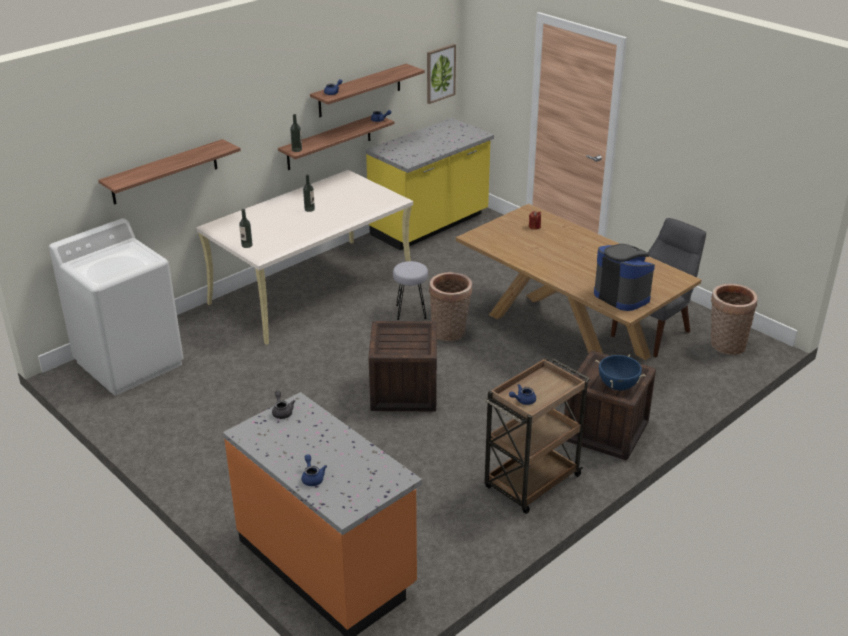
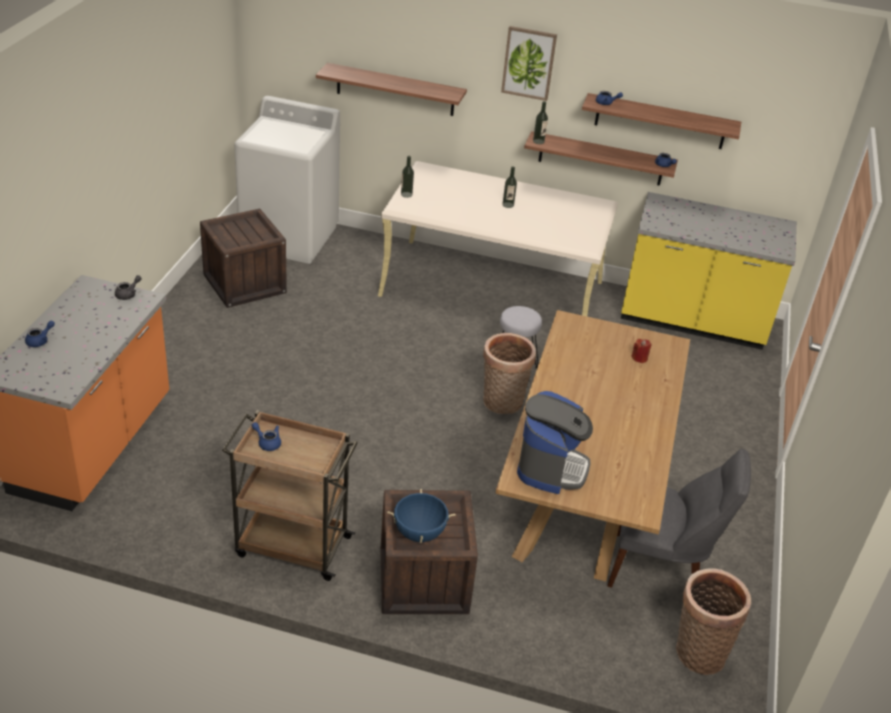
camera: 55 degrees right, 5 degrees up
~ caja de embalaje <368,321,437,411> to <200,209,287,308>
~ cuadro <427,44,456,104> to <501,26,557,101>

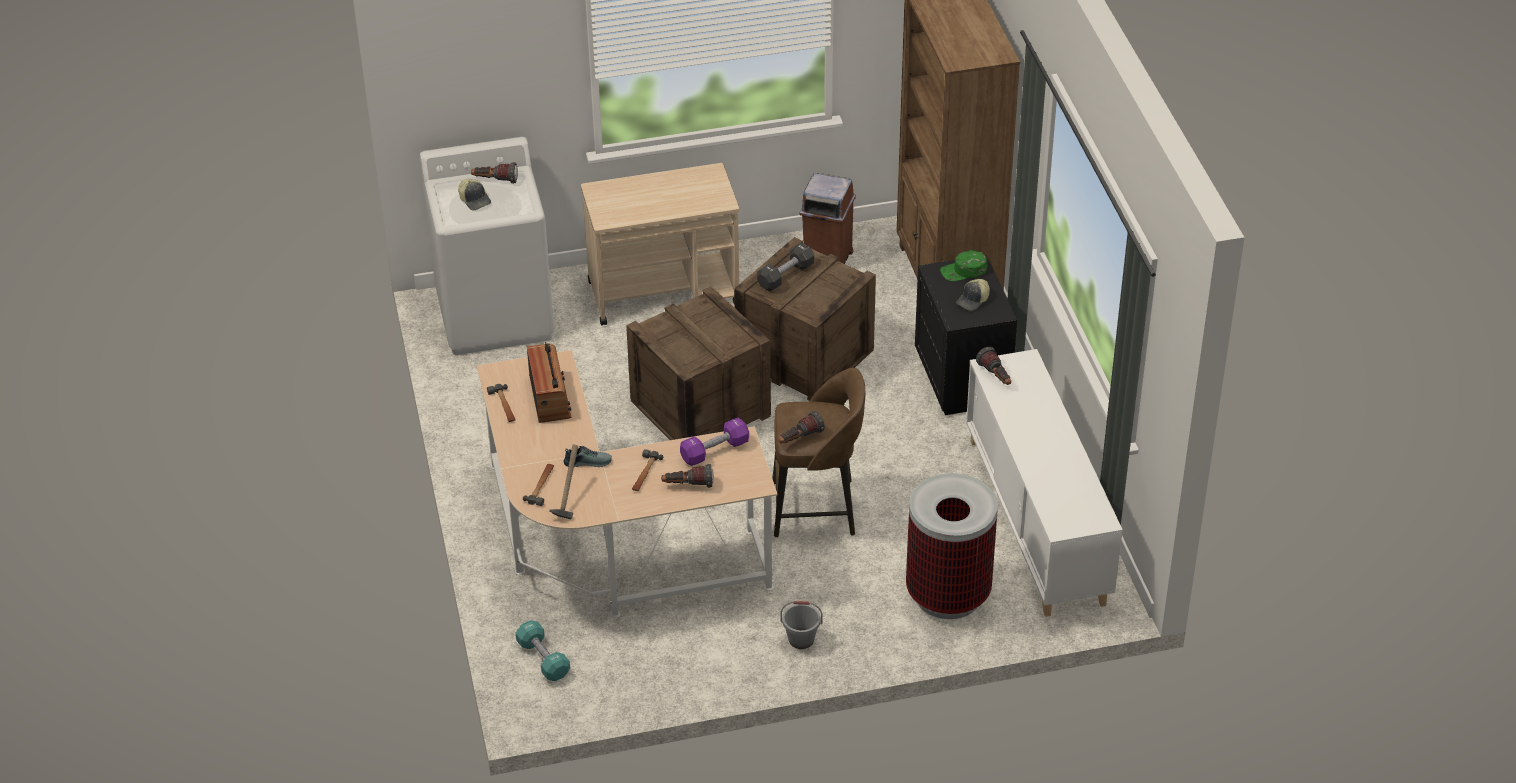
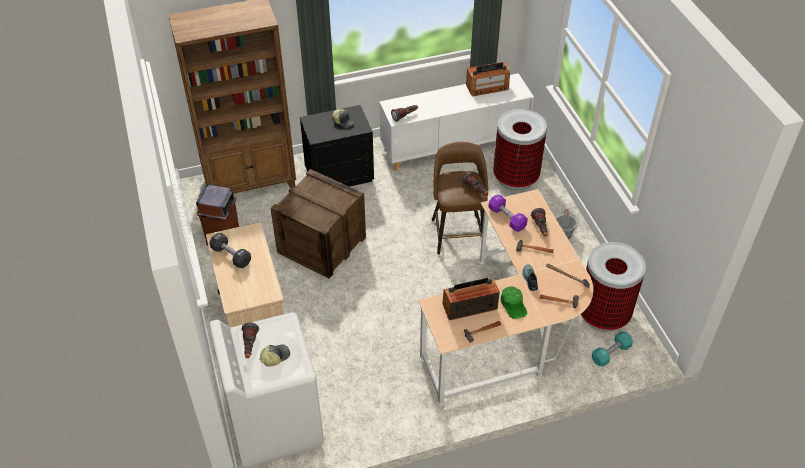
camera: 95 degrees left, 5 degrees up
~ mancuerna/negro <757,243,814,292> to <209,233,251,268>
+ radio <466,62,510,96>
~ gorra/verde <940,250,987,281> to <501,286,527,319>
+ papelera <581,242,646,332>
- caja de embalaje <626,286,771,440>

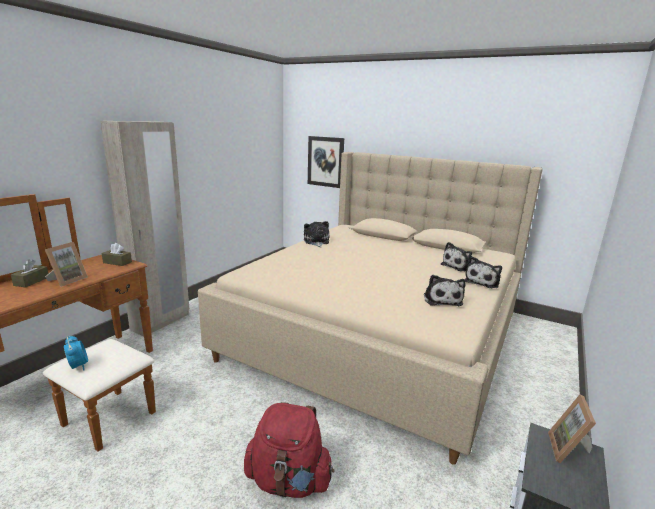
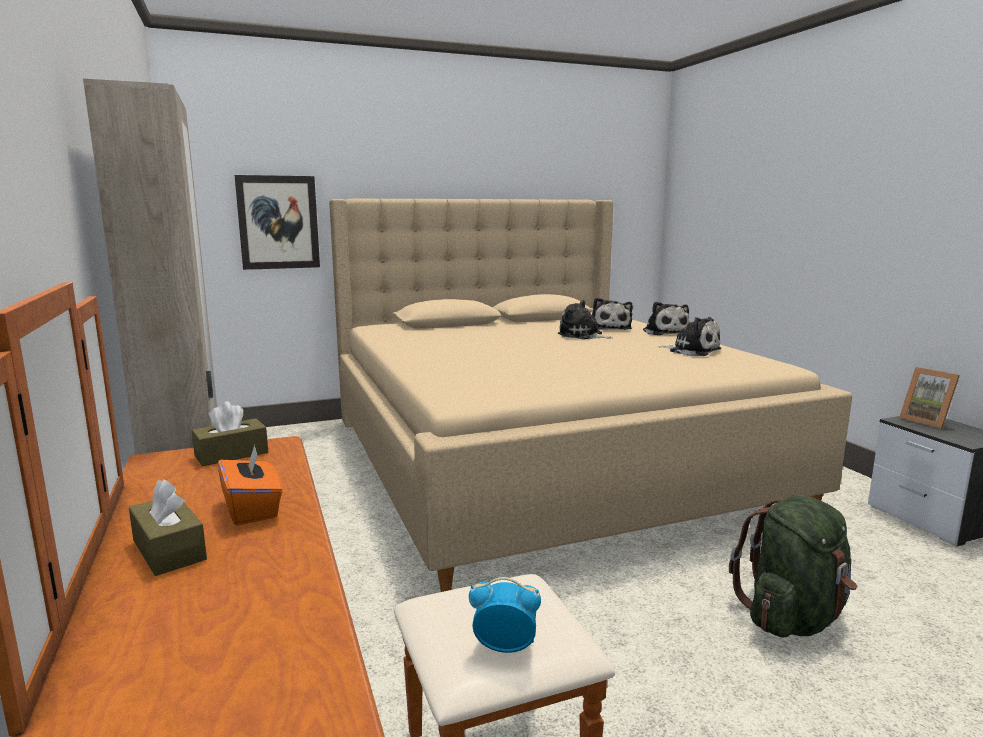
camera: 50 degrees left, 5 degrees down
~ portarretratos <45,242,88,287> to caja de pañuelos/naranja <218,444,283,526>
~ peluche <304,221,330,248> to <558,300,613,339>
~ mochila/rojo <244,402,334,498> to mochila/verde <729,495,857,637>

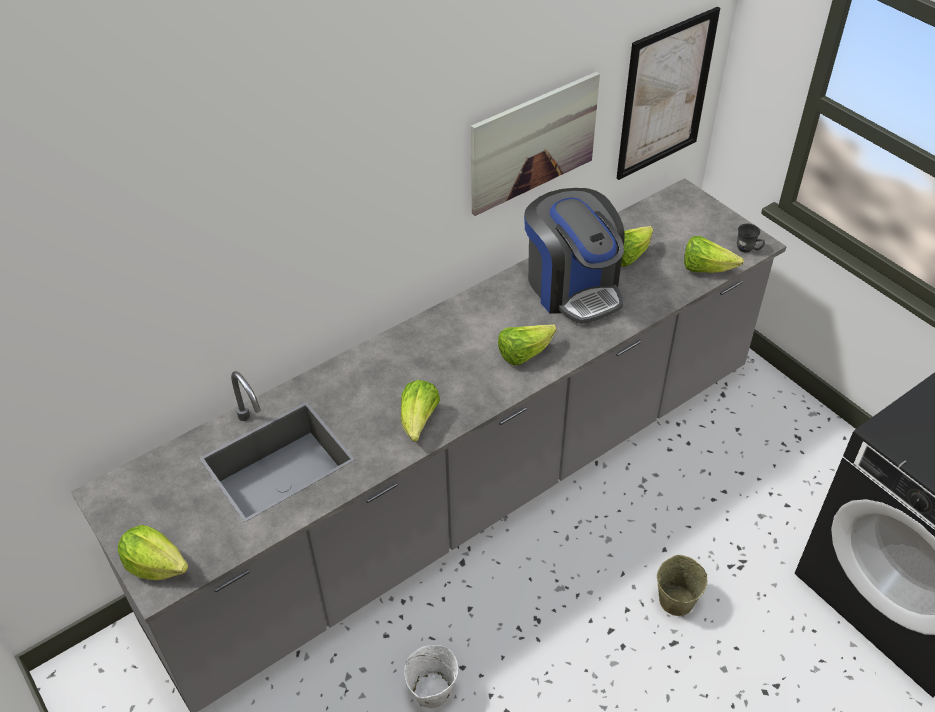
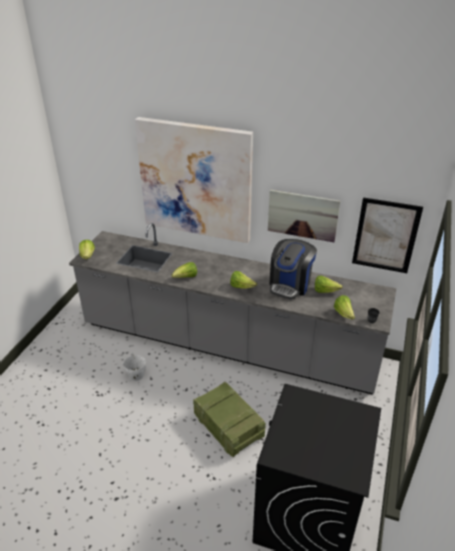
camera: 55 degrees right, 10 degrees down
+ cuadro <135,117,253,243>
~ cubo/beis <657,555,708,616> to caja de embalaje <193,382,266,457>

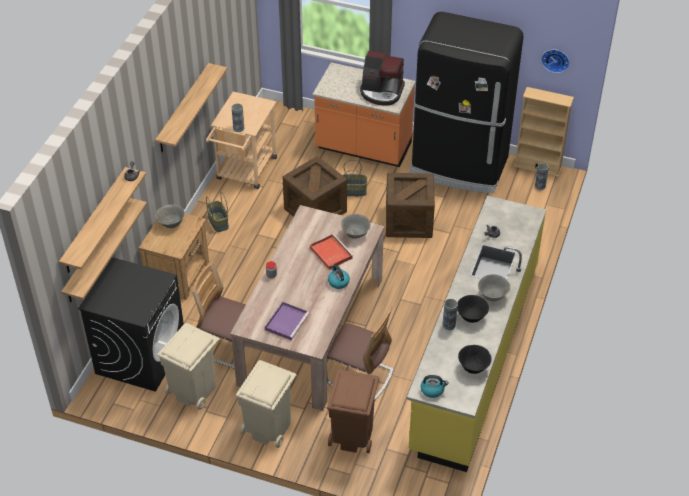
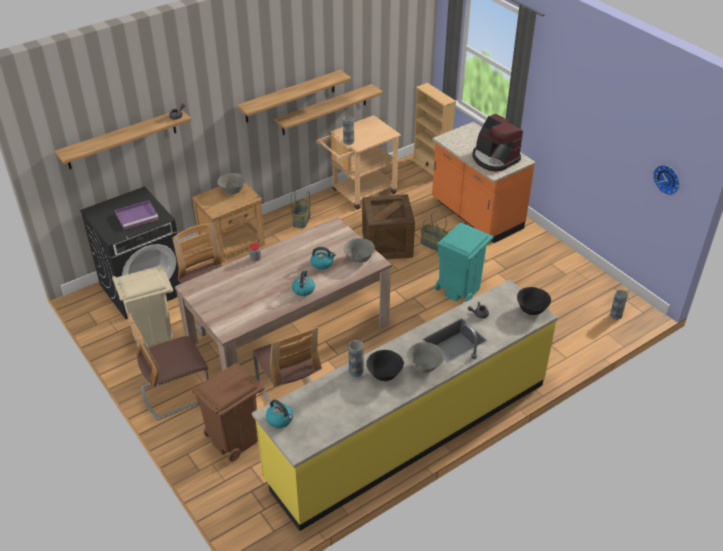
camera: 35 degrees right, 5 degrees down
~ bandeja/morado <265,302,309,340> to <115,200,159,230>
~ papelera/beis <236,360,297,448> to silla <127,313,209,420>
~ estante <61,198,147,302> to <274,84,383,135>
~ bandeja/rojo <310,234,354,270> to hervidor <310,247,336,270>
~ estantería/beis <514,87,574,177> to <413,83,456,175>
~ caja de embalaje <386,173,435,238> to papelera/turquesa <435,223,493,302>
~ cuenco/negro <458,345,491,374> to <517,287,551,315>
- nevera/negro <409,12,524,193>

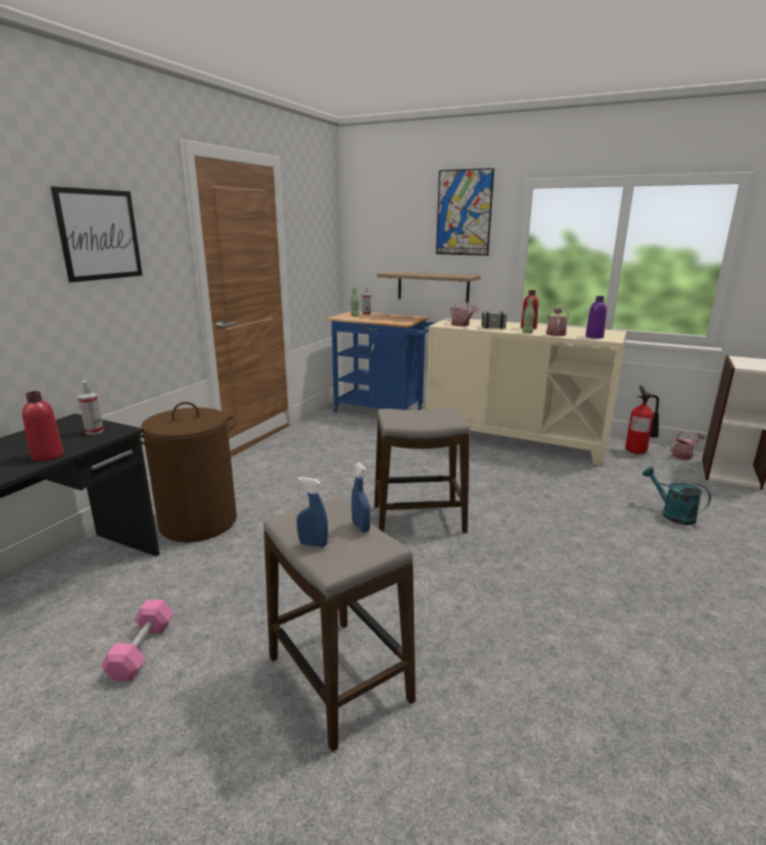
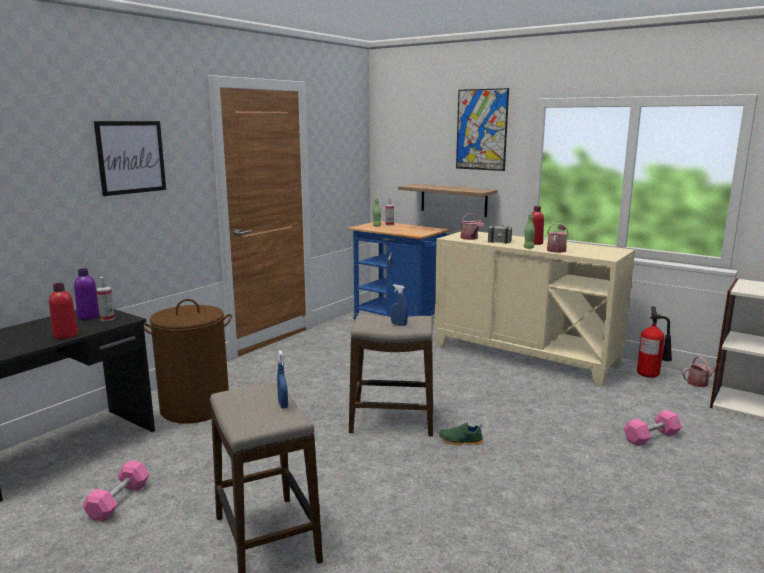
camera: 10 degrees right, 5 degrees down
~ botella/morado <586,296,607,339> to <74,268,99,319>
~ pulverizador/azul <296,477,328,547> to <391,284,408,326>
+ zapato/verde <439,422,483,445>
~ regadera/turquesa <642,467,711,525> to mancuerna/rosa <624,410,682,446>

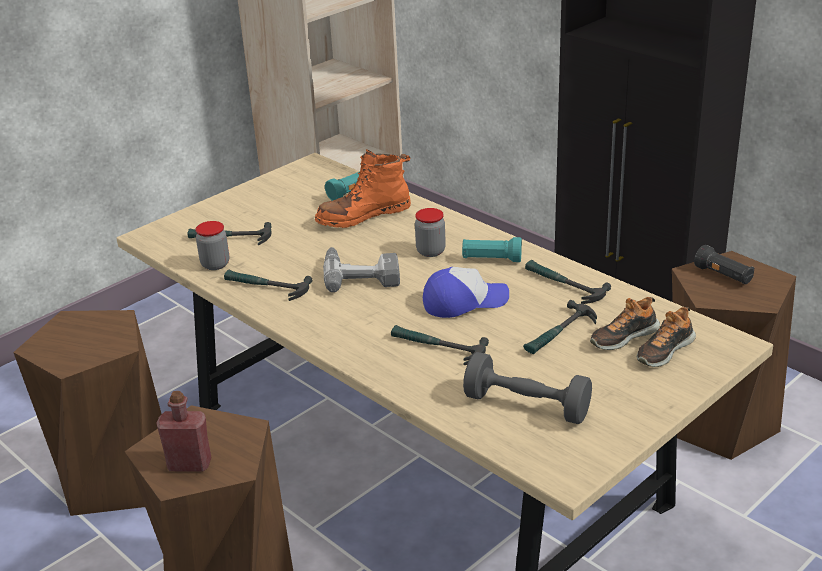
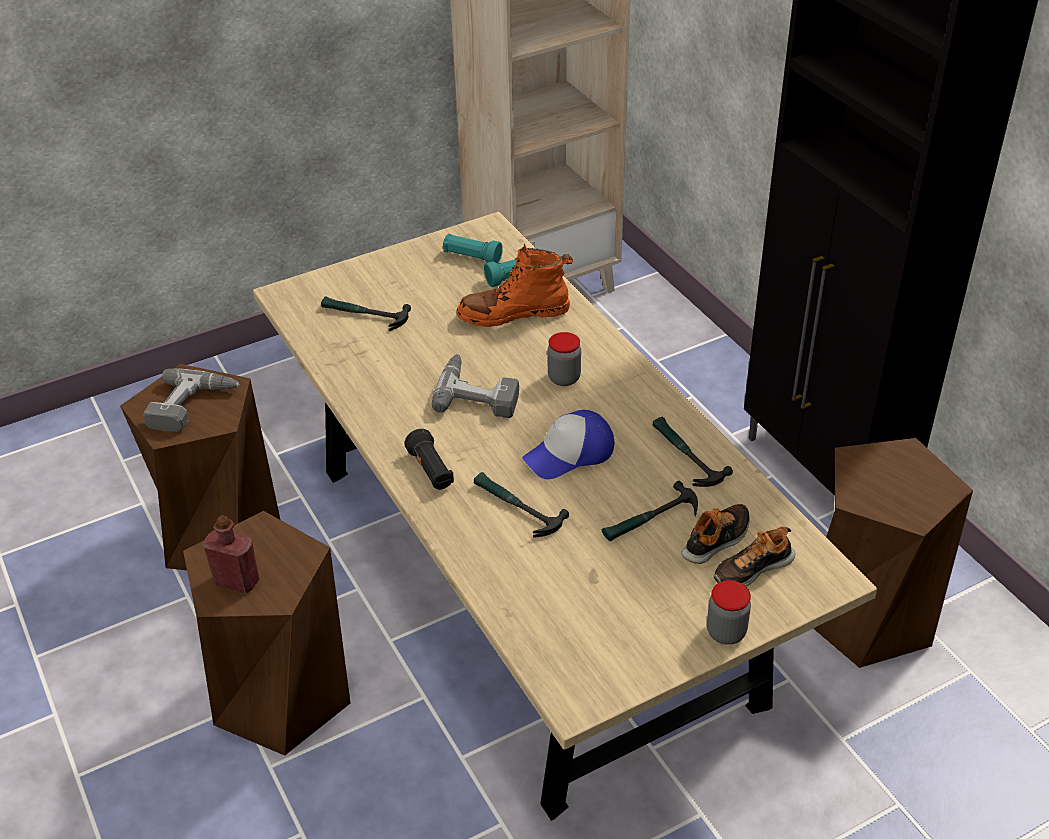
camera: 15 degrees right, 10 degrees up
+ taladro <143,369,240,432>
~ linterna/negro <694,245,754,284> to <404,429,454,490>
~ linterna/turquesa <462,237,522,262> to <443,234,503,263>
~ gorra <423,267,509,318> = <522,410,614,479> 150 degrees clockwise
~ zapato <590,297,660,350> = <681,504,749,564> 150 degrees clockwise
~ tarro <195,221,229,270> to <707,580,751,645>
- martillo <224,270,312,301>
- mancuerna/gris <463,352,592,424>

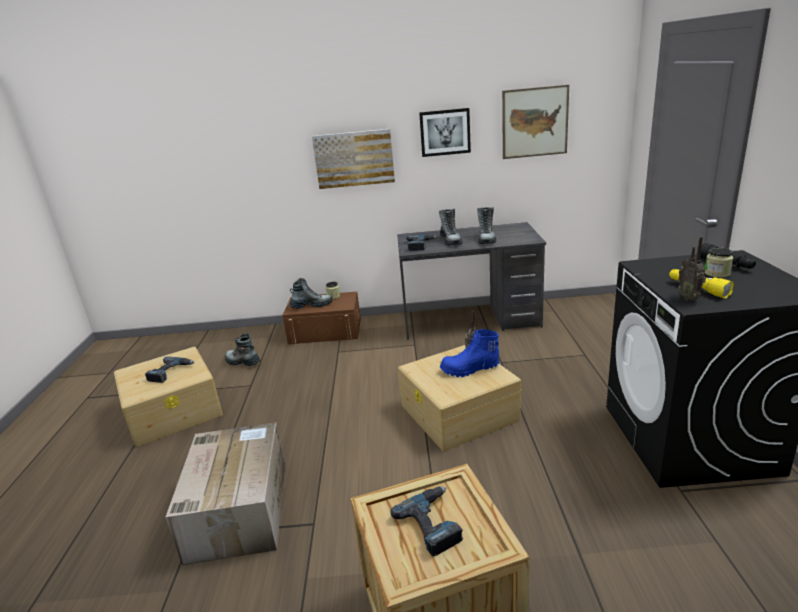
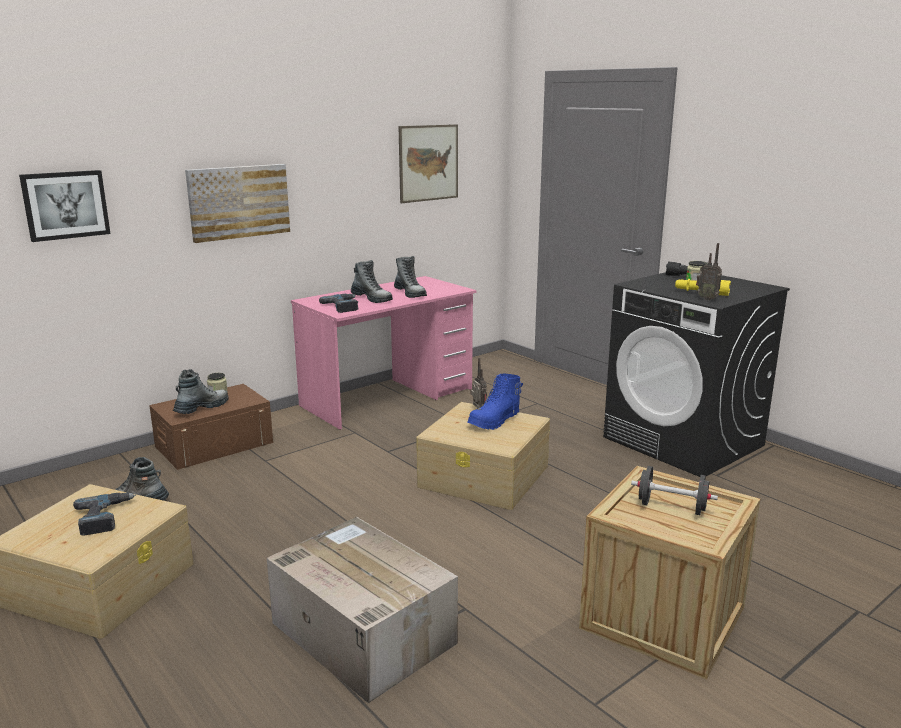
camera: 40 degrees left, 5 degrees down
~ cuadro <419,108,471,157> to <19,170,110,242>
~ escritorio/gris <397,222,546,340> to escritorio/rosa <291,276,477,430>
~ taladro <390,486,463,557> to mancuerna/negro <631,466,718,515>

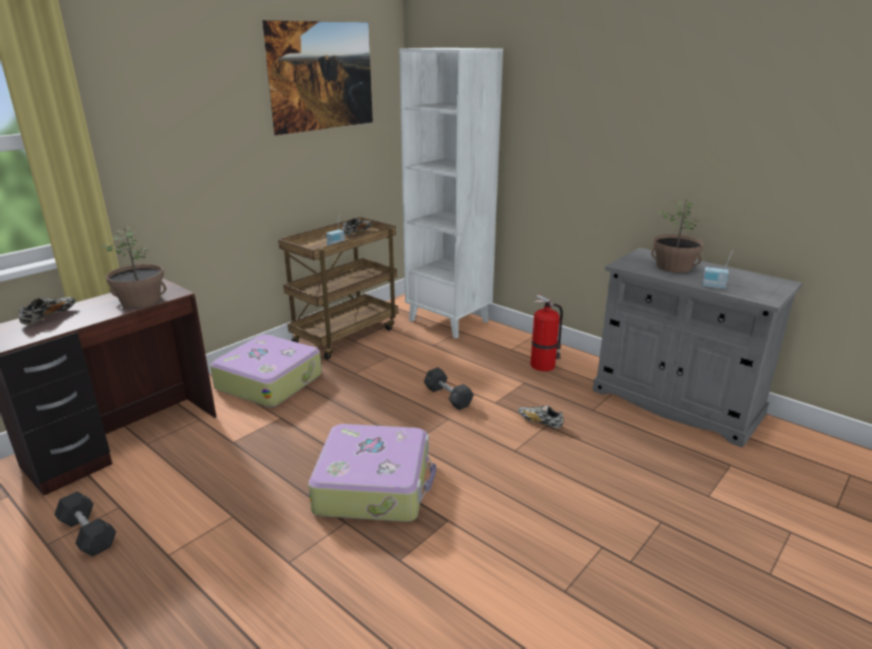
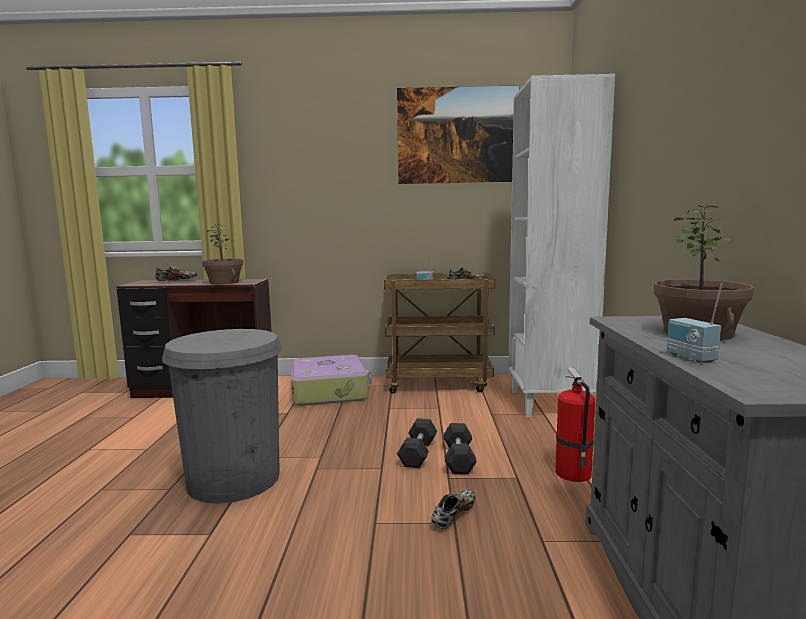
camera: 50 degrees right, 15 degrees down
~ maleta <308,424,436,522> to papelera/gris <162,329,282,504>
~ zapato <518,405,564,428> = <431,490,476,530> 45 degrees clockwise
~ mancuerna/gris <54,491,116,556> to <443,423,477,474>

